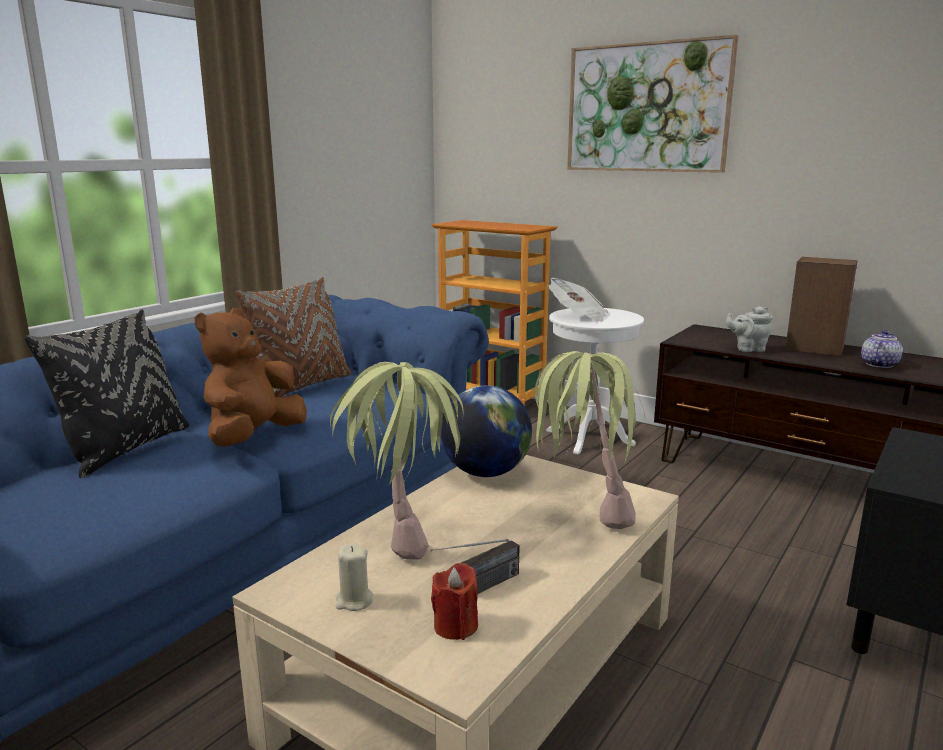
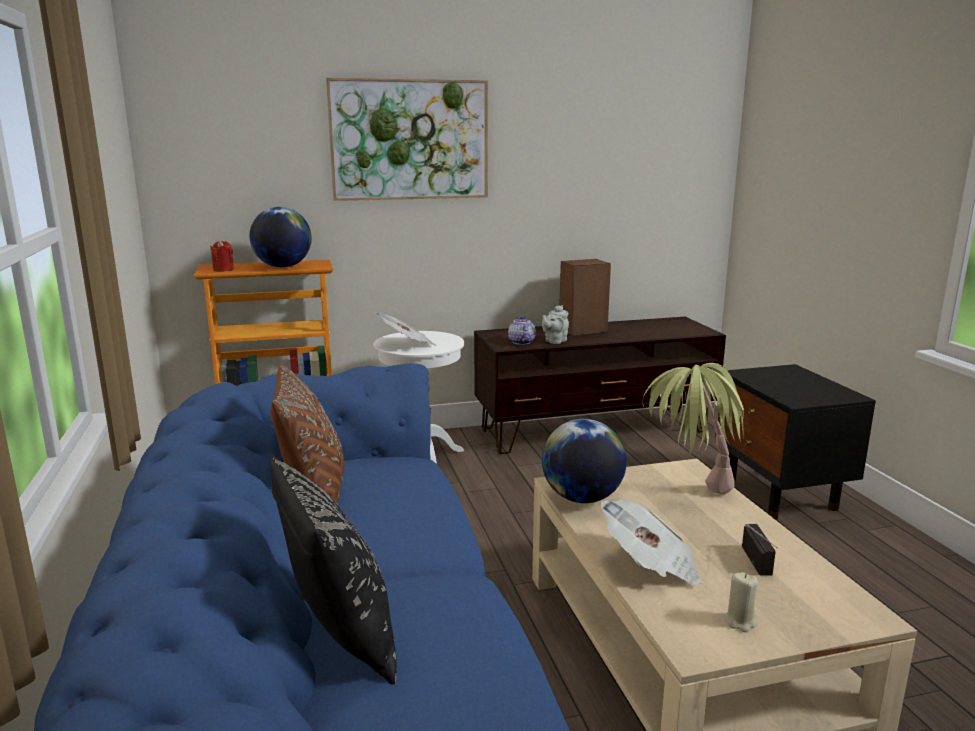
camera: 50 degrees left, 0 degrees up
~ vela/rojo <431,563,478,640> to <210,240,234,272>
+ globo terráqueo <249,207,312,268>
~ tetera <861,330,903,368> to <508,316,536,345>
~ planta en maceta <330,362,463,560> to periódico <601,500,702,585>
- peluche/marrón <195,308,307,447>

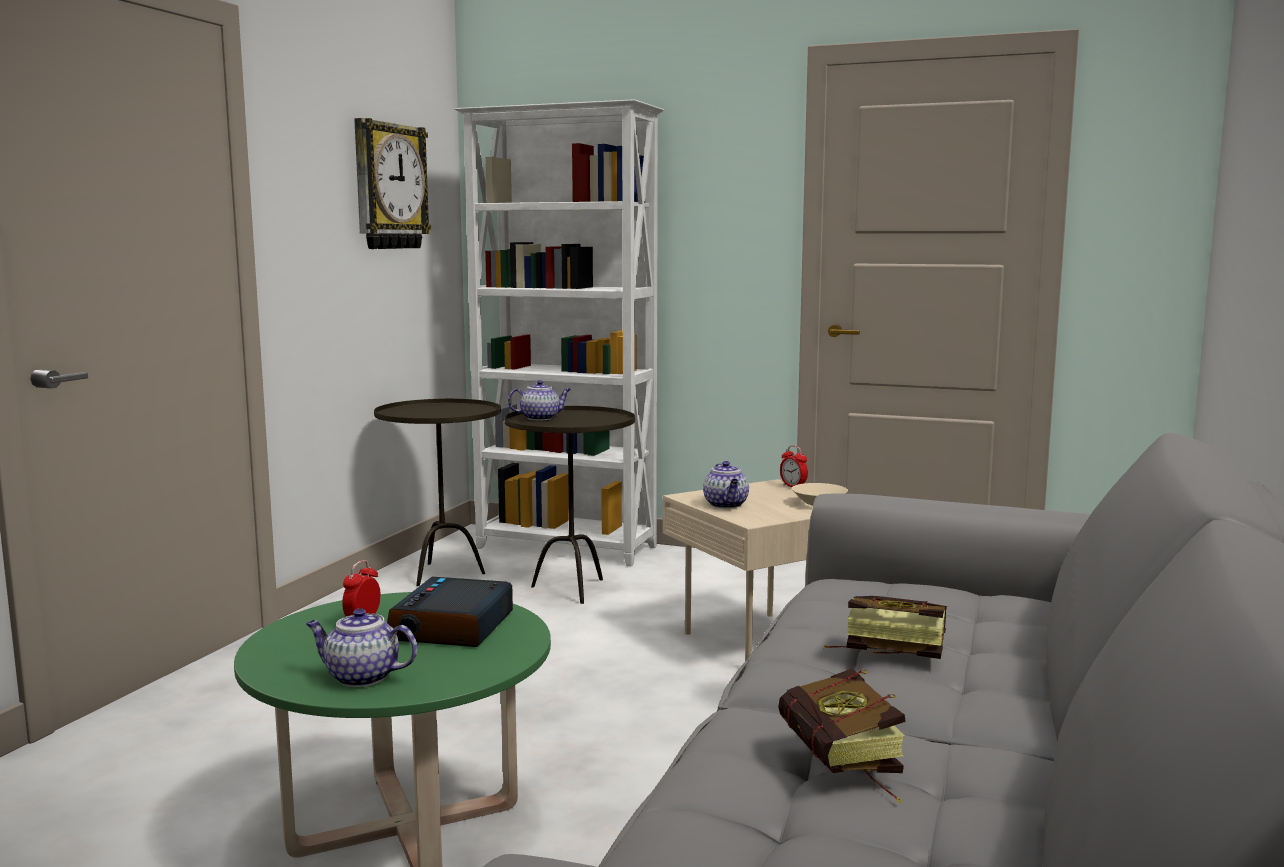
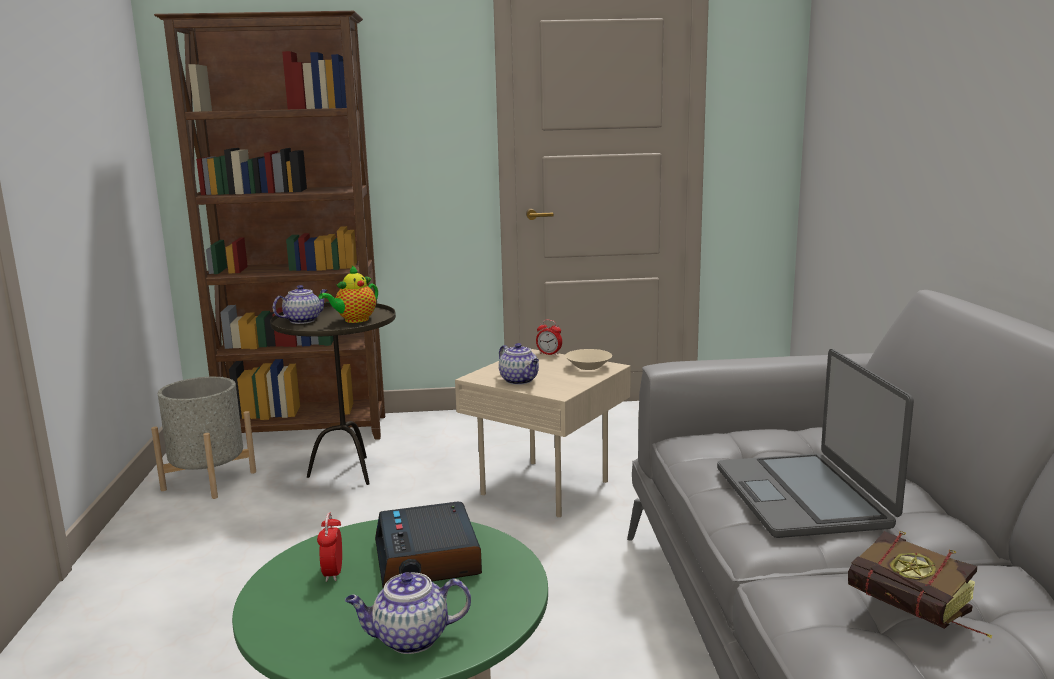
camera: 25 degrees left, 5 degrees up
~ mesa auxiliar/marrón <374,399,501,586> to maceta/gris <151,377,256,499>
~ estantería/blanco <455,99,664,566> to estantería/marrón <154,11,385,440>
+ tetera <318,266,378,323>
~ libro <823,596,947,659> to portátil <717,349,914,538>
- reloj de pared <354,118,431,249>

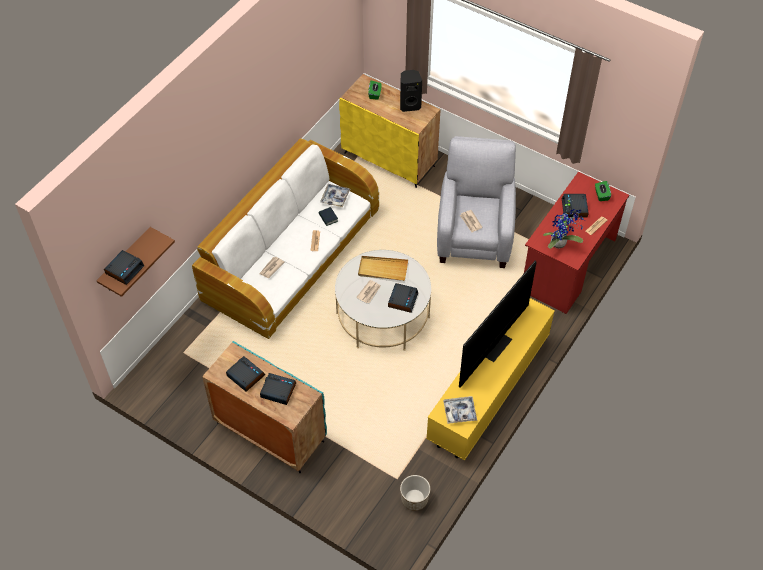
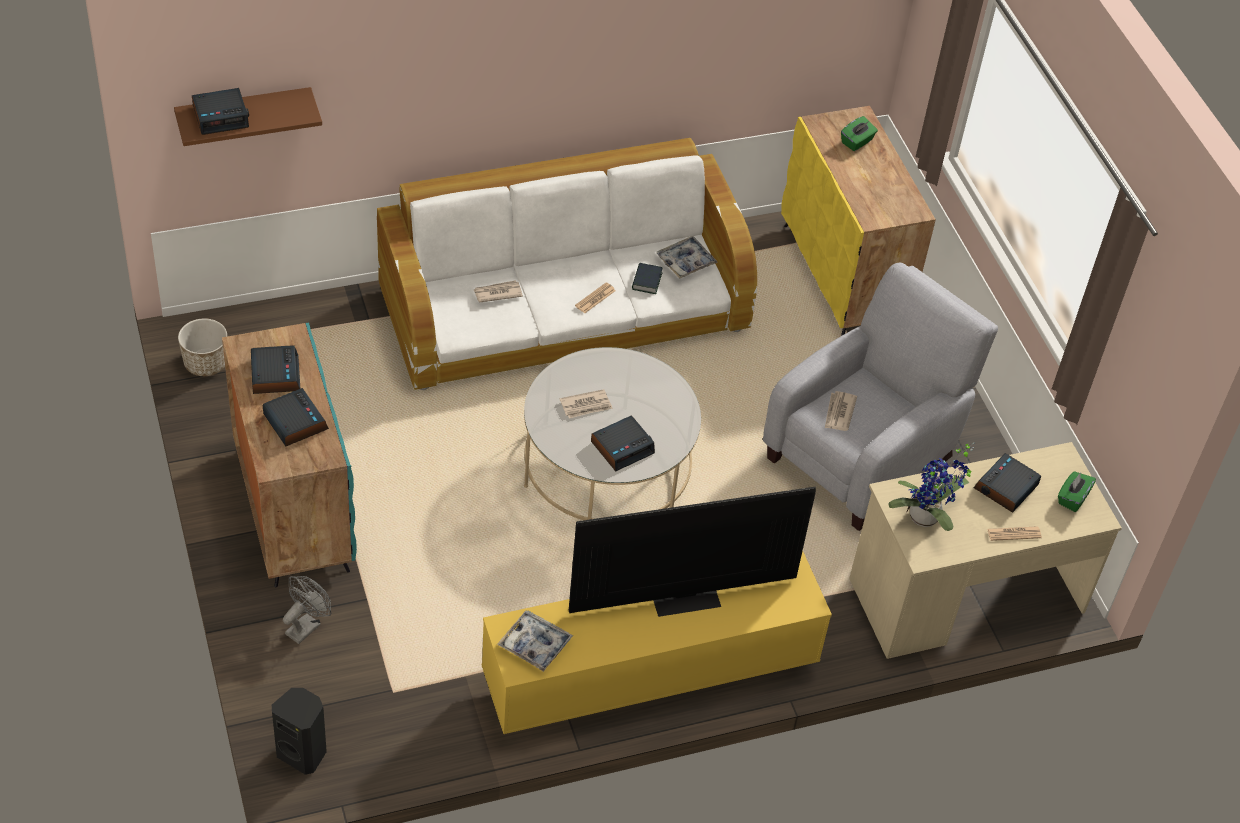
camera: 35 degrees right, 5 degrees down
~ maceta <400,475,430,511> to <178,319,227,376>
~ altavoz/negro <400,70,422,112> to <272,688,327,775>
+ ventilador/gris <283,576,331,644>
~ escritorio/rojo <524,172,629,314> to escritorio/beis <849,442,1122,659>
- bandeja/beis <358,256,408,281>

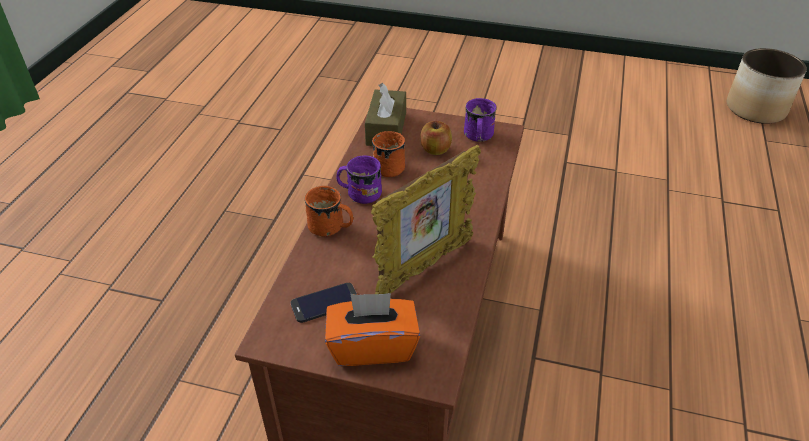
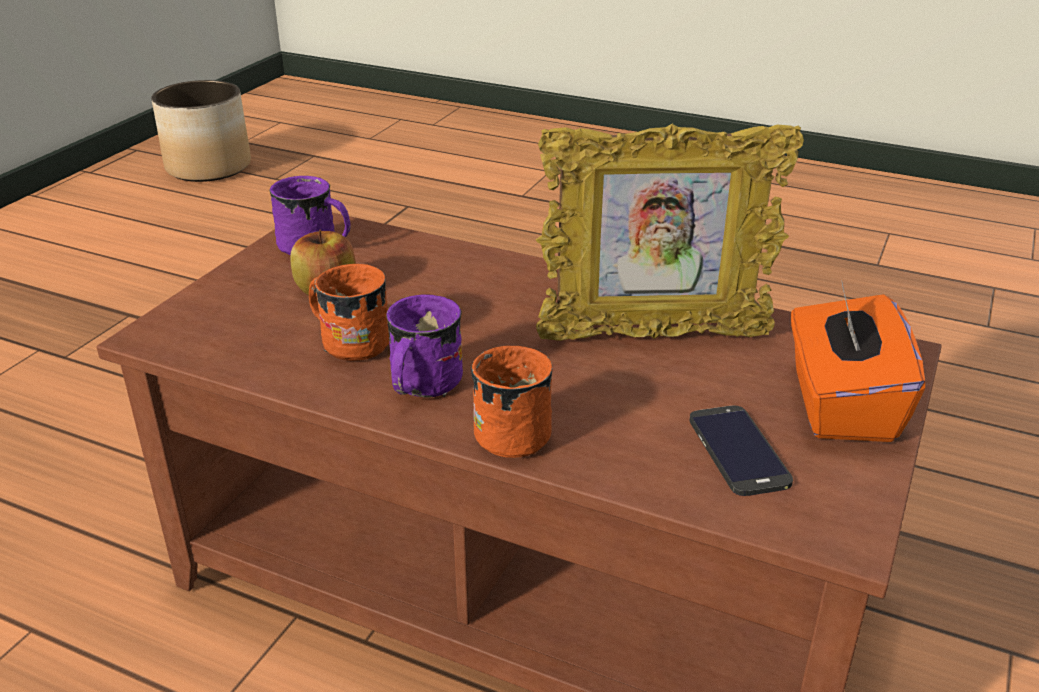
camera: 80 degrees left, 10 degrees down
~ portarretratos <371,145,481,294> = <536,123,804,341> 120 degrees clockwise
- caja de pañuelos/marrón <365,83,406,146>

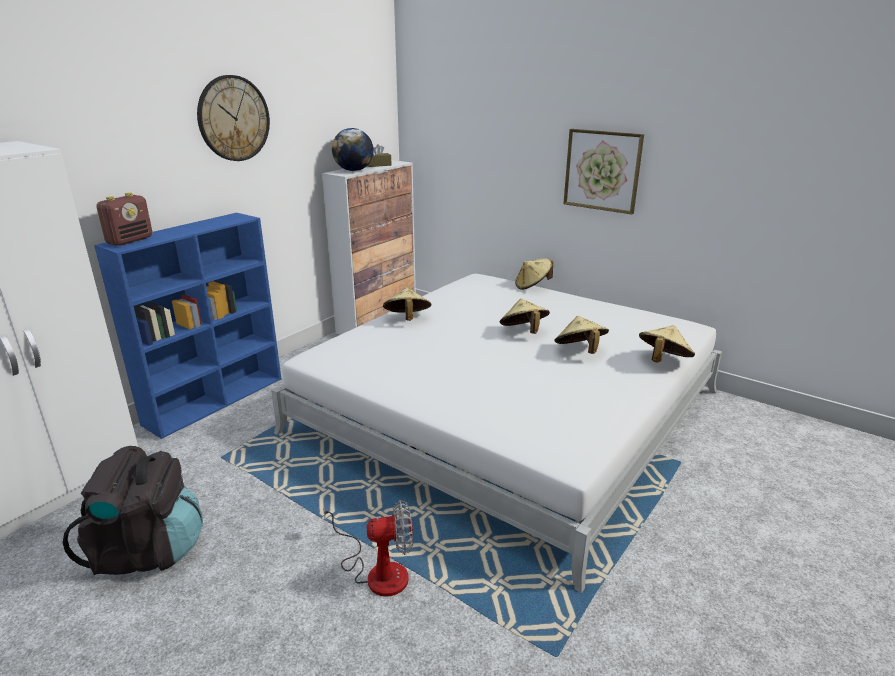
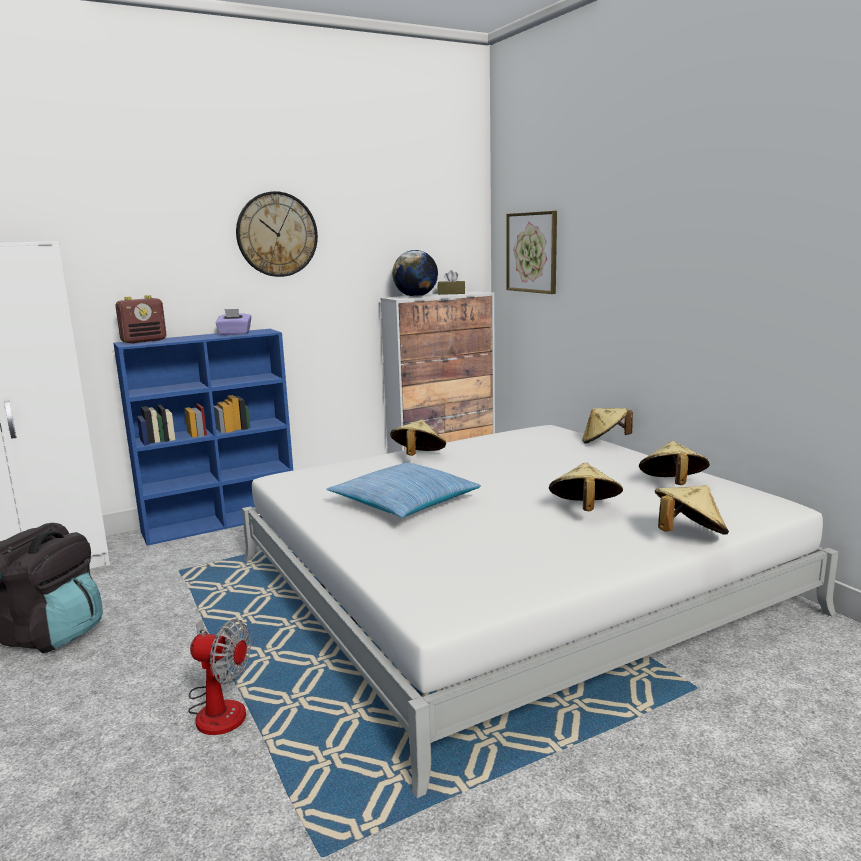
camera: 25 degrees right, 10 degrees down
+ caja de pañuelos/morado <215,309,251,335>
+ cojín <327,462,481,518>
~ cuadro <564,129,644,214> to <506,211,557,294>
~ sombrero/beis <500,299,550,334> to <639,441,710,485>

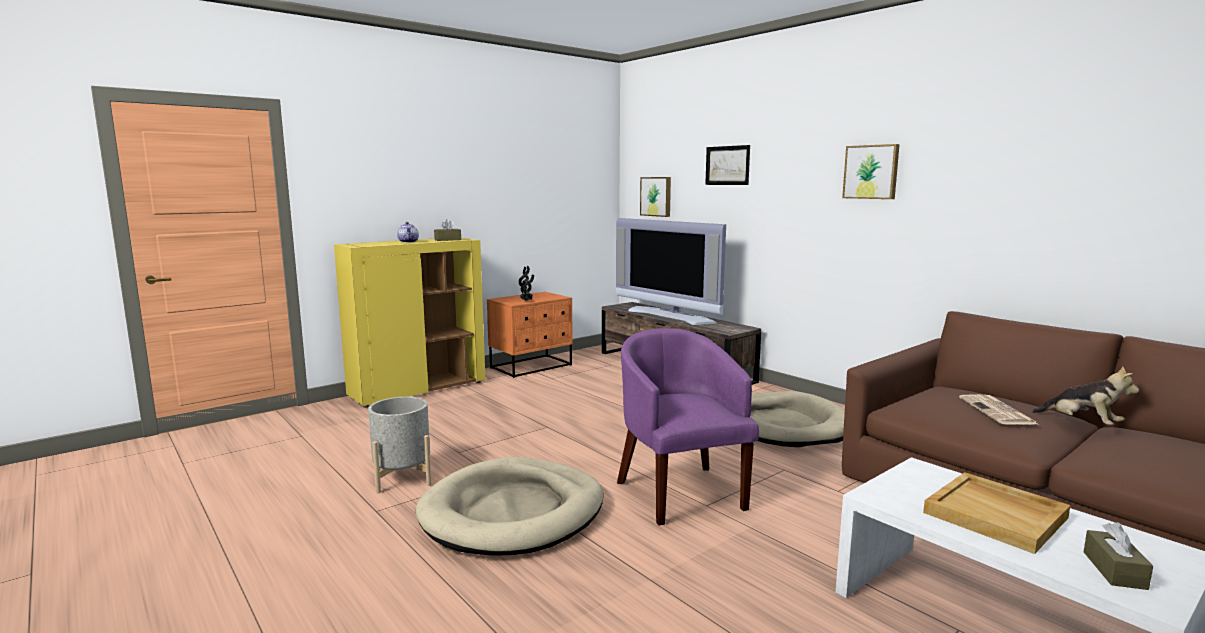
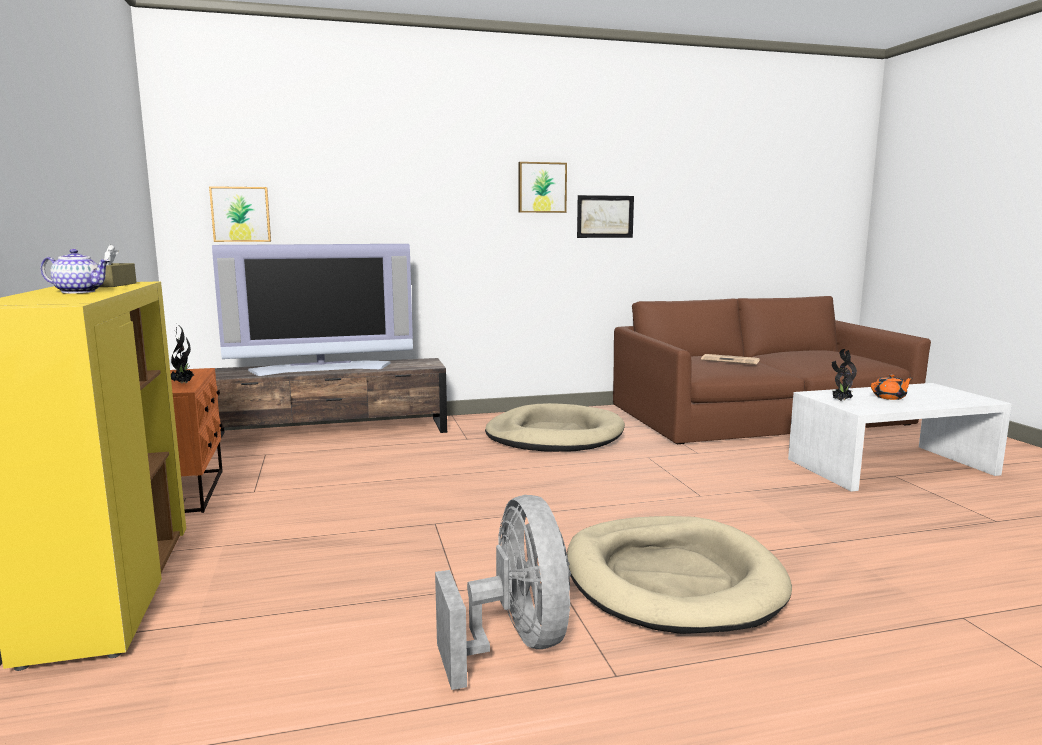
camera: 65 degrees left, 0 degrees up
~ maceta/gris <368,397,431,493> to ventilador/gris <435,495,571,690>
~ cuadro <705,145,750,185> to <577,195,634,238>
+ planta en maceta <832,349,857,401>
~ bandeja/beis <923,472,1070,554> to tetera/naranja <871,374,912,400>
- sillón/morado <617,328,759,525>
- peluche <1032,366,1139,425>
- caja de pañuelos/marrón <1084,522,1153,590>

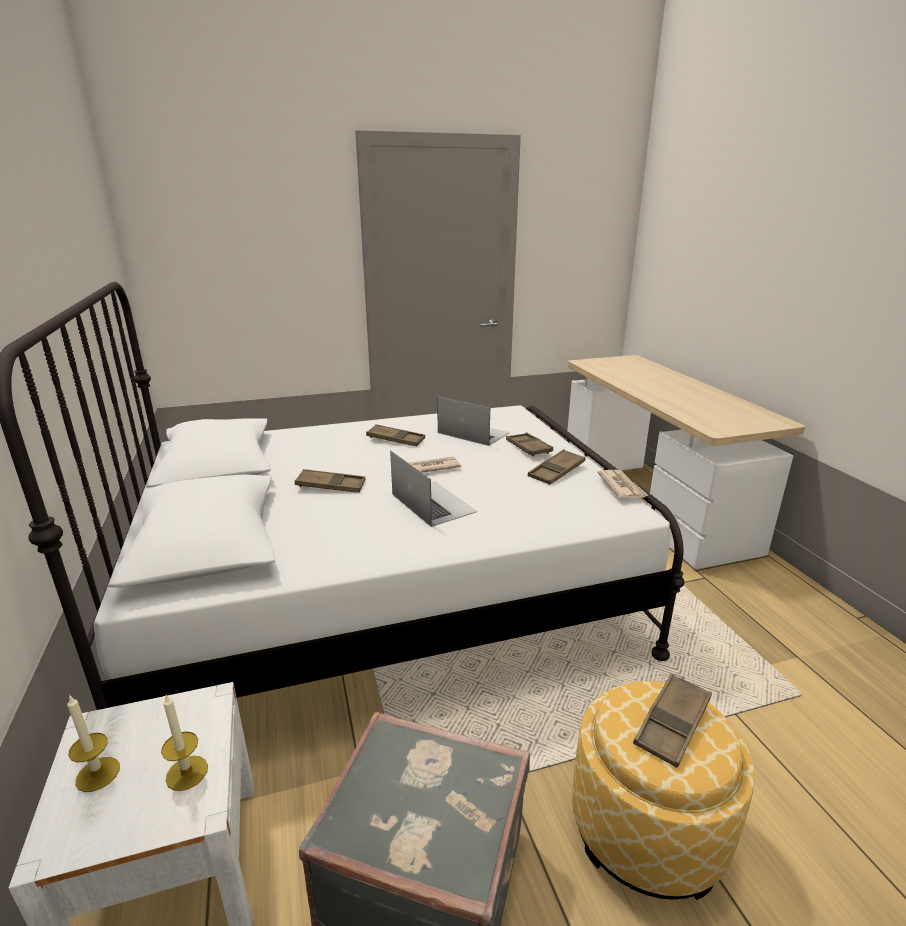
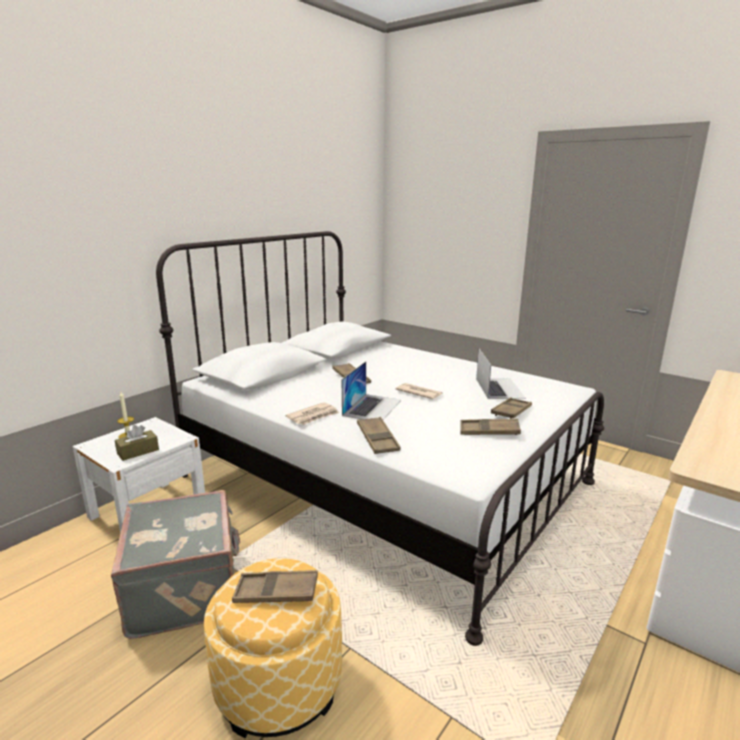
camera: 55 degrees right, 5 degrees down
~ vela <161,695,208,791> to caja de pañuelos/marrón <115,425,159,461>
~ periódico <597,470,649,499> to <286,402,339,425>
~ bandeja/marrón <366,424,425,446> to <357,417,401,454>

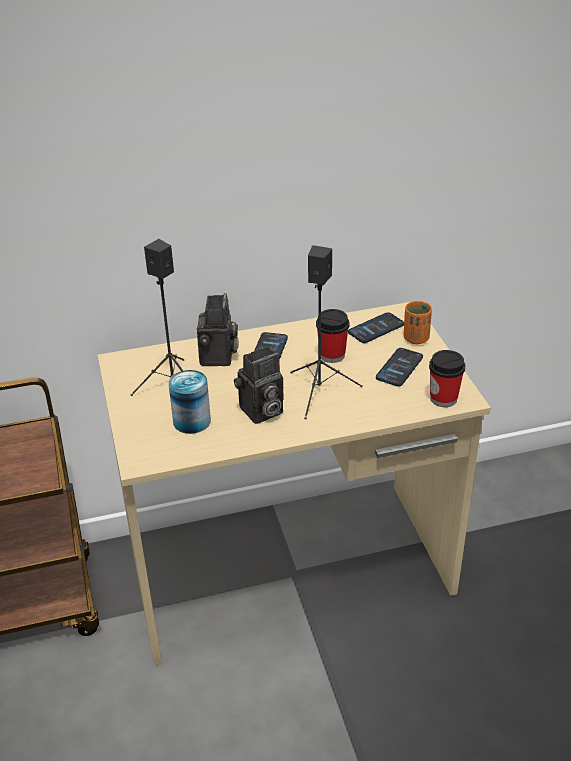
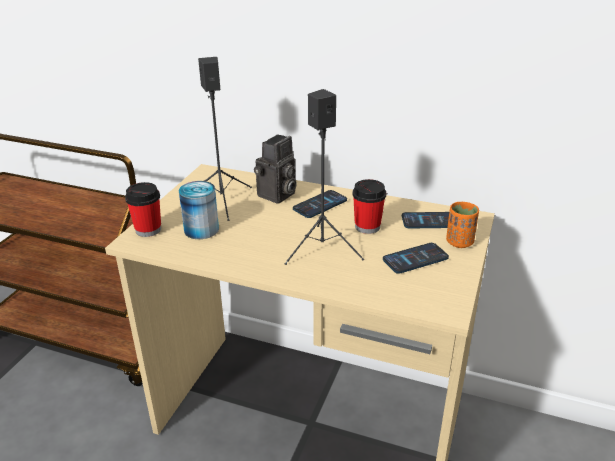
camera: 35 degrees right, 5 degrees down
~ taza <429,350,465,407> to <125,182,161,237>
- cámara <234,346,284,424>

